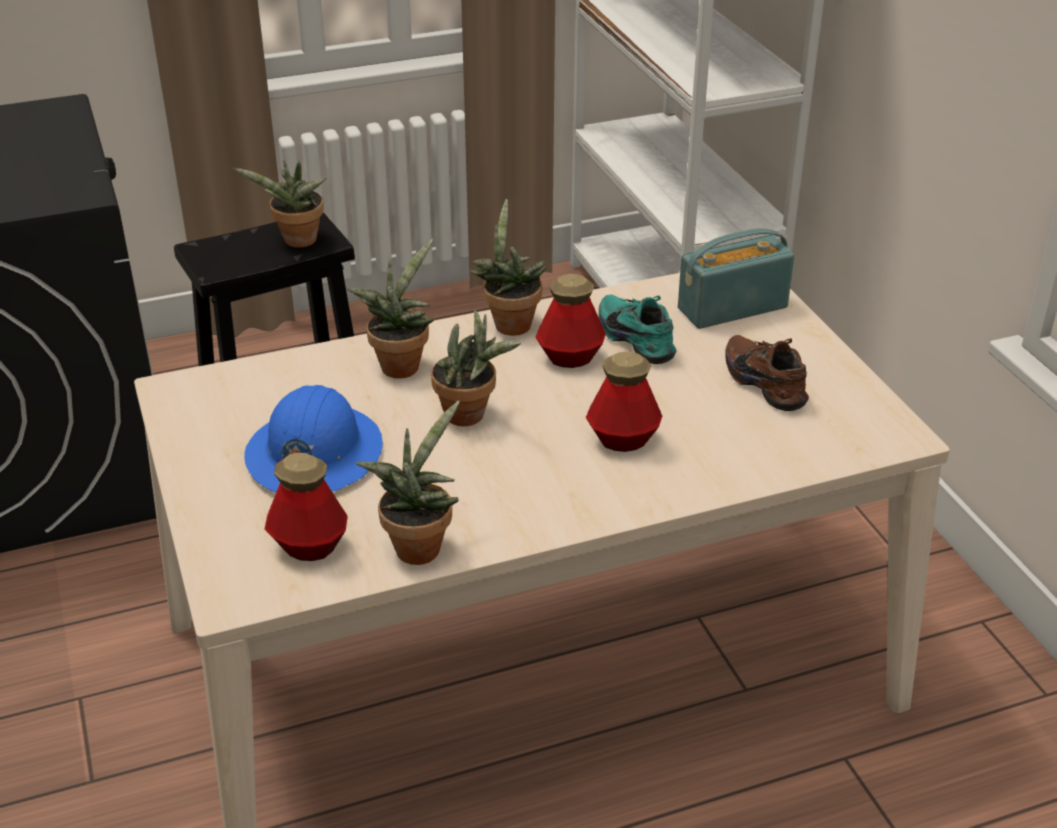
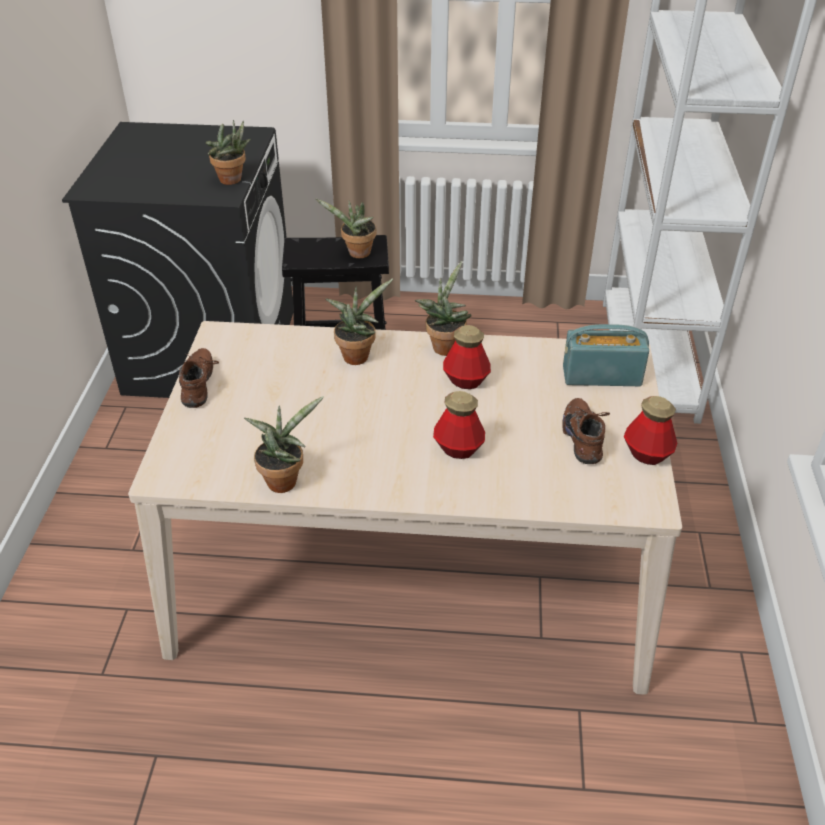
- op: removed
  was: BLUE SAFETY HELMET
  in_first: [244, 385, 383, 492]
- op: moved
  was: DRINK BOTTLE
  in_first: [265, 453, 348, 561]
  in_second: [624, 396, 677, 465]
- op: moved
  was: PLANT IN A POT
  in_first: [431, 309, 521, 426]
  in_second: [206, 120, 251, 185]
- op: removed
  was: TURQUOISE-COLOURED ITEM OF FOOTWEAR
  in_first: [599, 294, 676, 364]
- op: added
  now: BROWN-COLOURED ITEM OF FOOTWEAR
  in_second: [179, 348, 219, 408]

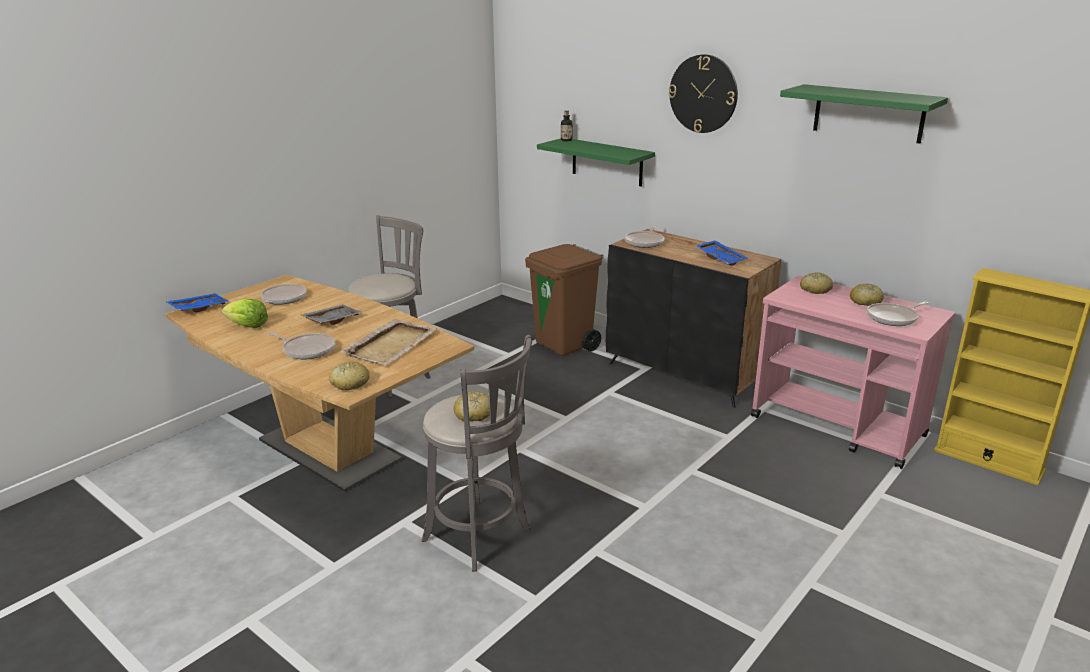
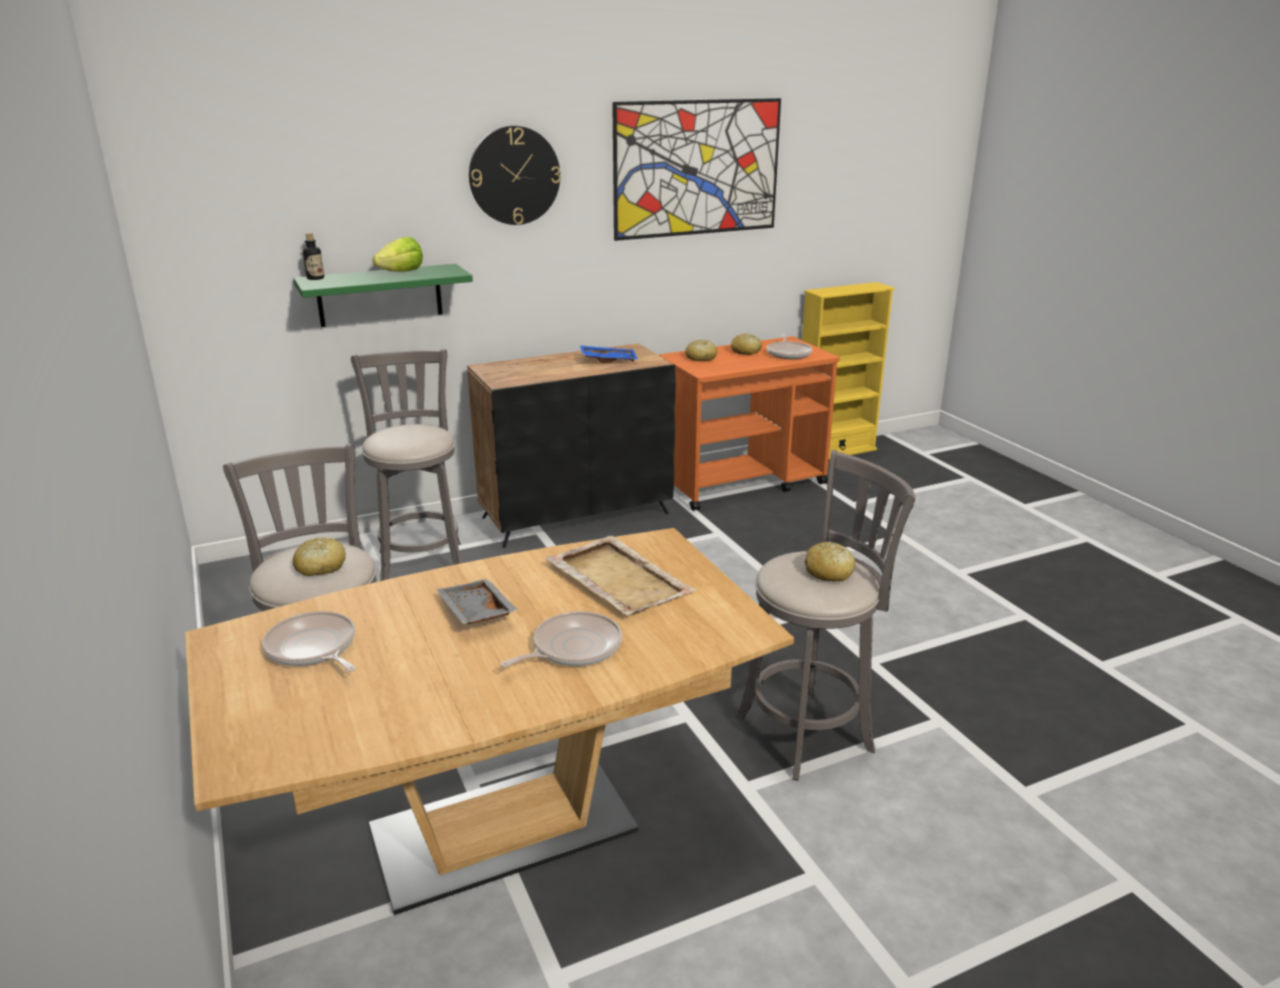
- op: removed
  was: BLUE SERVING TRAY
  in_first: [166, 293, 230, 312]
- op: moved
  was: LETTUCE HEAD
  in_first: [222, 298, 268, 328]
  in_second: [372, 237, 423, 272]
- op: moved
  was: BAKED BREAD
  in_first: [329, 361, 370, 390]
  in_second: [293, 537, 346, 576]
- op: replaced
  was: BROWN-COLOURED RUBBISH BIN
  now: GREY STOOL SEAT
  in_first: [525, 244, 604, 356]
  in_second: [351, 349, 462, 581]
- op: removed
  was: PAN
  in_first: [625, 225, 664, 248]
- op: recoloured
  was: PINK WHEELED CART
  now: ORANGEY WHEELED CART
  in_first: [751, 275, 955, 469]
  in_second: [659, 336, 840, 511]
- op: replaced
  was: GREEN-COLOURED BRACKET SHELF
  now: WALL PICTURE
  in_first: [780, 84, 948, 144]
  in_second: [612, 98, 781, 241]

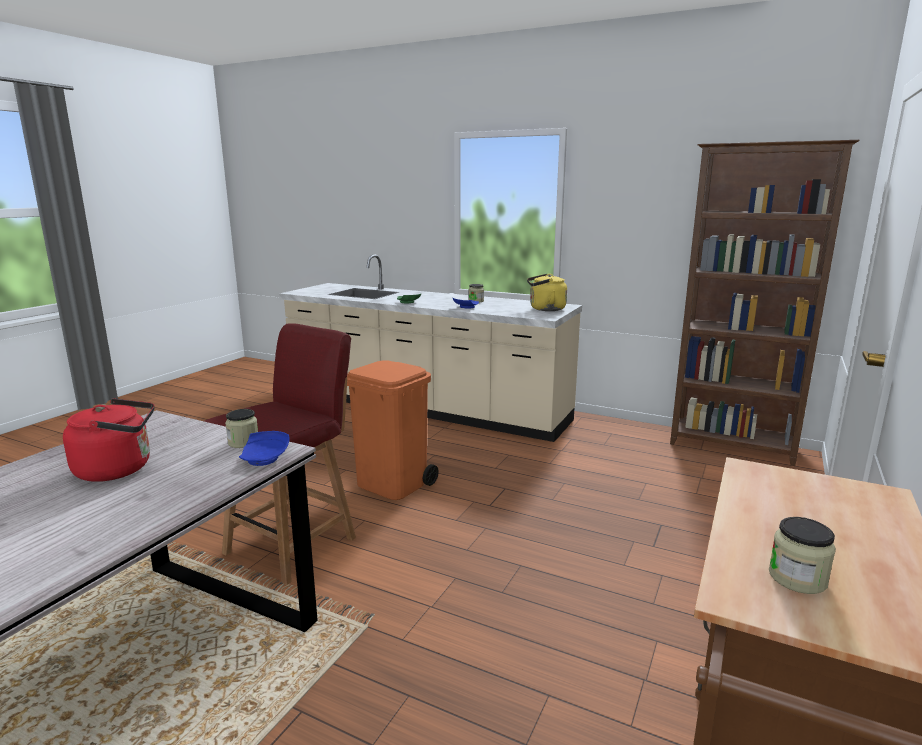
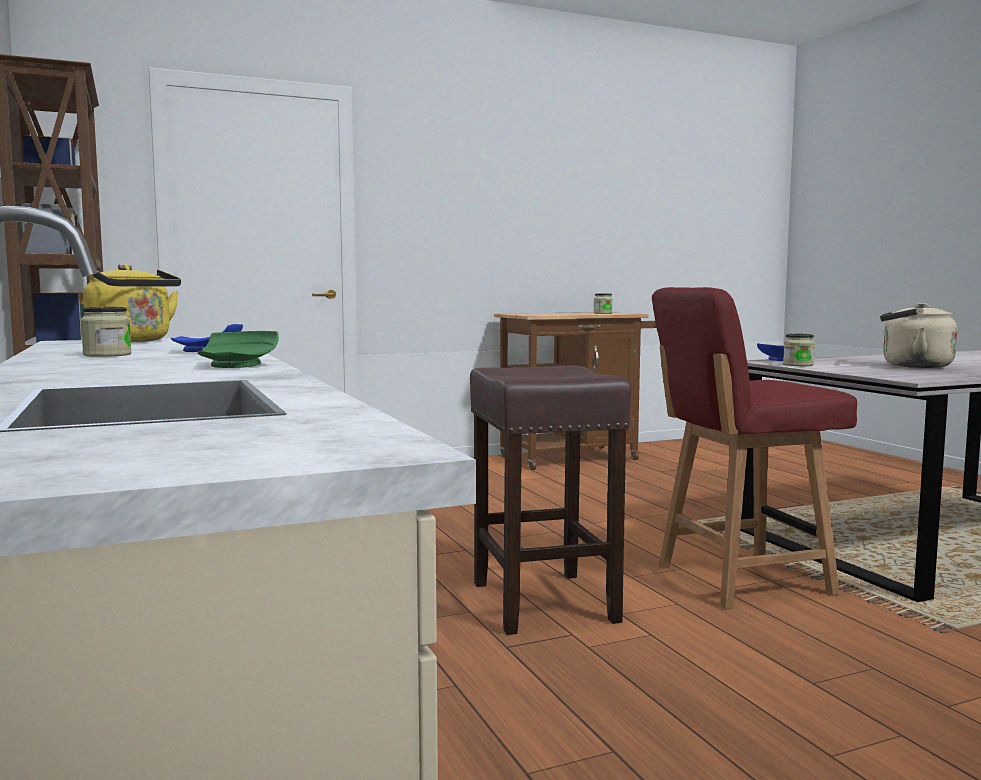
- op: recoloured
  was: RED TEA KETTLE
  now: SAND-COLOURED TEA KETTLE
  in_first: [63, 398, 155, 482]
  in_second: [880, 303, 957, 368]
- op: replaced
  was: ORANGEY RUBBISH BIN
  now: BROWN-COLOURED STOOL SEAT
  in_first: [347, 360, 439, 500]
  in_second: [470, 365, 631, 635]

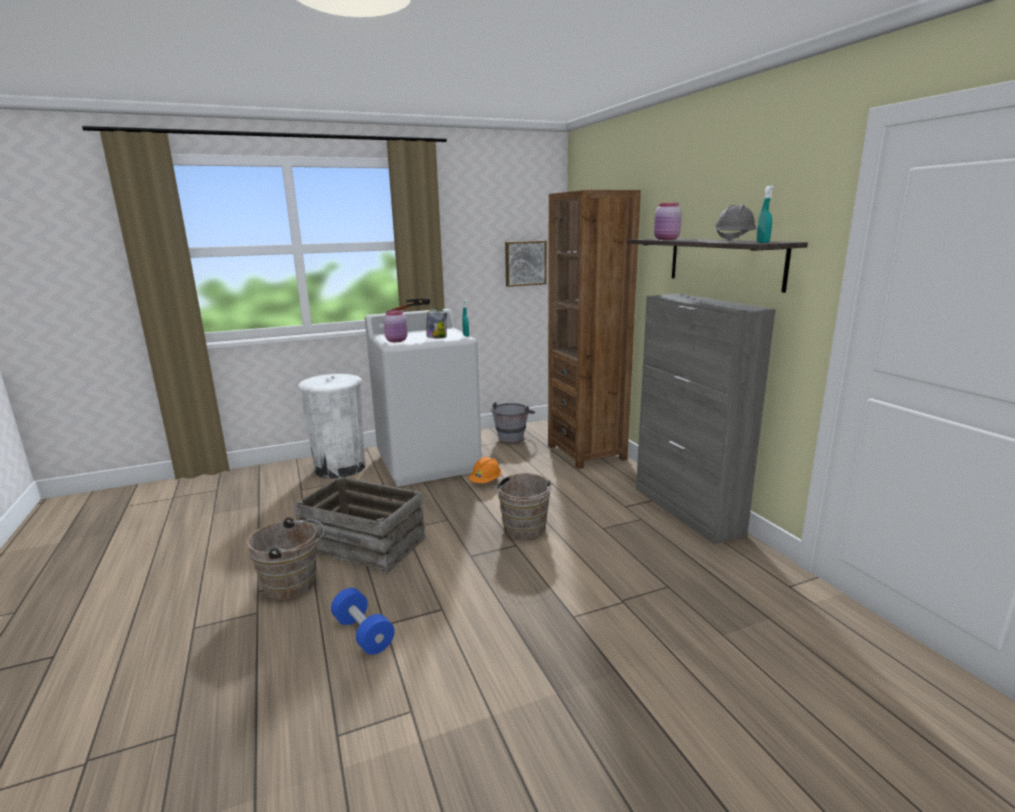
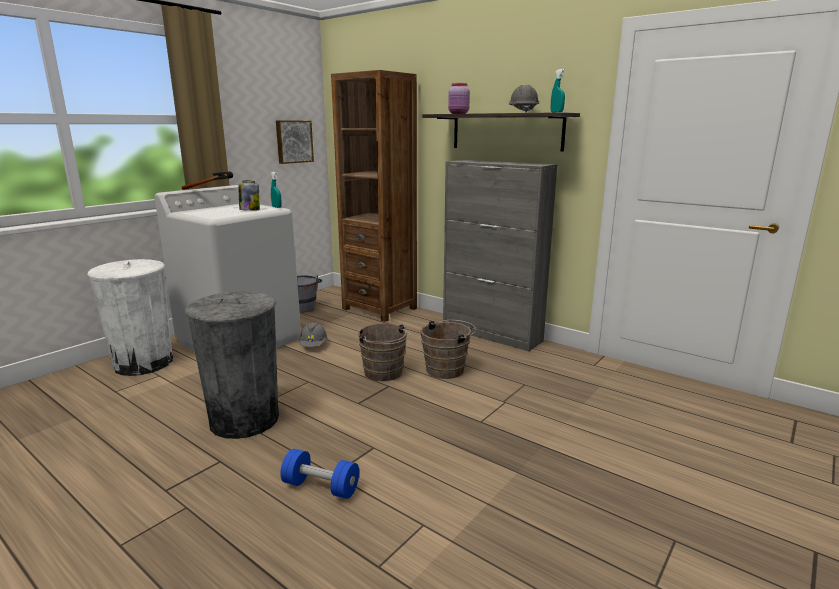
- op: moved
  was: BROWN-COLOURED BUCKET
  in_first: [246, 517, 324, 600]
  in_second: [420, 320, 476, 379]
- op: replaced
  was: CRATE
  now: GREY RUBBISH BIN
  in_first: [294, 476, 426, 575]
  in_second: [185, 291, 279, 439]
- op: removed
  was: PINK PRESERVE JAR
  in_first: [383, 310, 407, 342]
- op: recoloured
  was: ORANGEY SAFETY HELMET
  now: GREY SAFETY HELMET
  in_first: [469, 457, 501, 483]
  in_second: [299, 322, 327, 347]

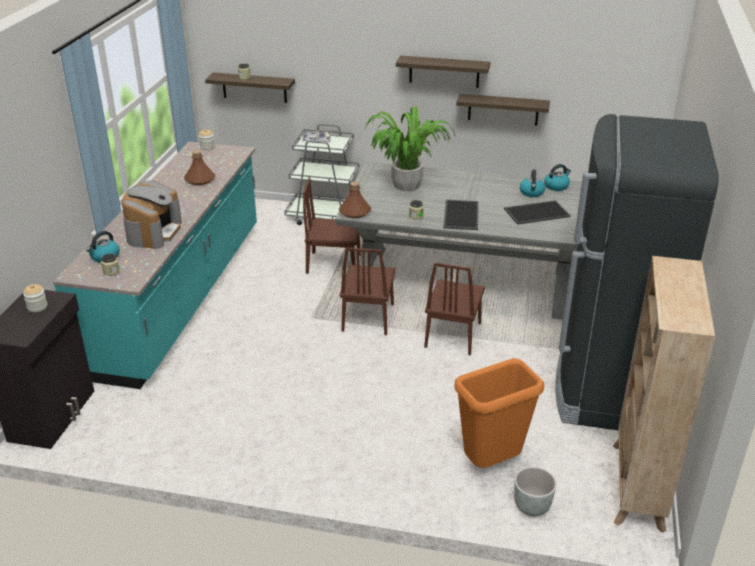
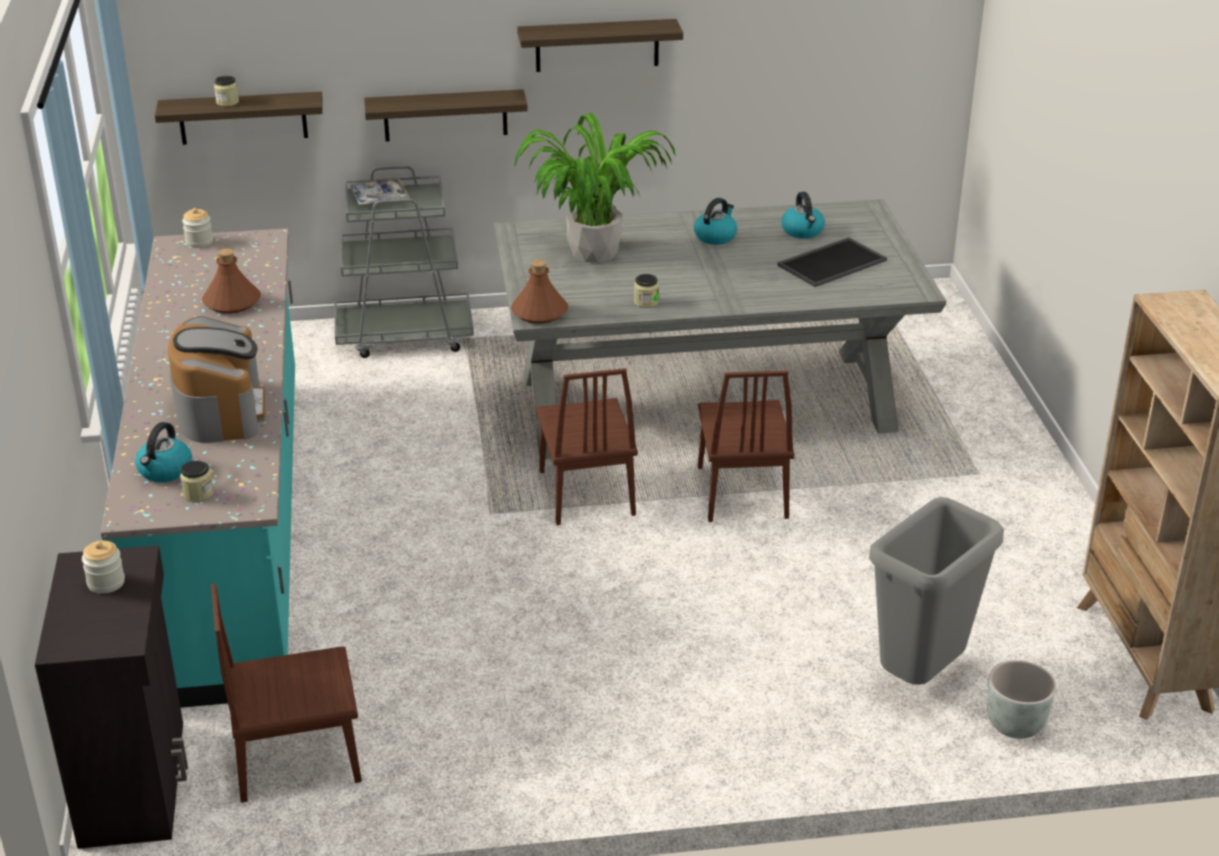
- op: moved
  was: BROWN-COLOURED CHAIR
  in_first: [303, 178, 361, 274]
  in_second: [211, 583, 362, 803]
- op: removed
  was: SERVING TRAY
  in_first: [443, 200, 479, 230]
- op: recoloured
  was: ORANGEY RUBBISH BIN
  now: GREY RUBBISH BIN
  in_first: [454, 358, 544, 468]
  in_second: [869, 497, 1004, 685]
- op: moved
  was: BRACKET SHELF
  in_first: [456, 94, 550, 125]
  in_second: [364, 89, 528, 142]
- op: moved
  was: TEA KETTLE
  in_first: [544, 164, 571, 191]
  in_second: [694, 198, 737, 245]
- op: removed
  was: BLACK-COLOURED REFRIGERATOR
  in_first: [555, 114, 719, 430]

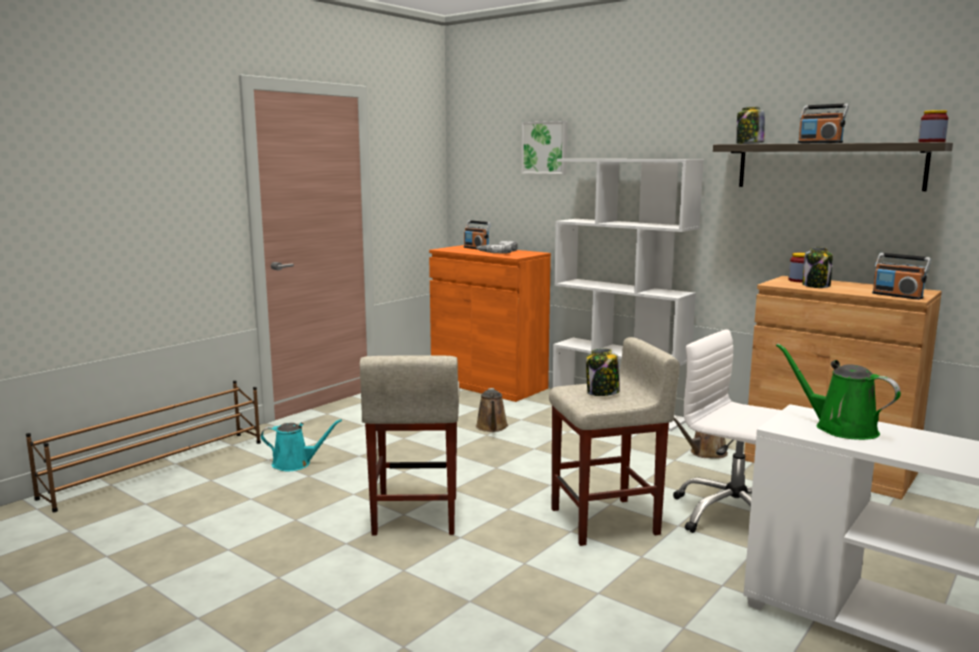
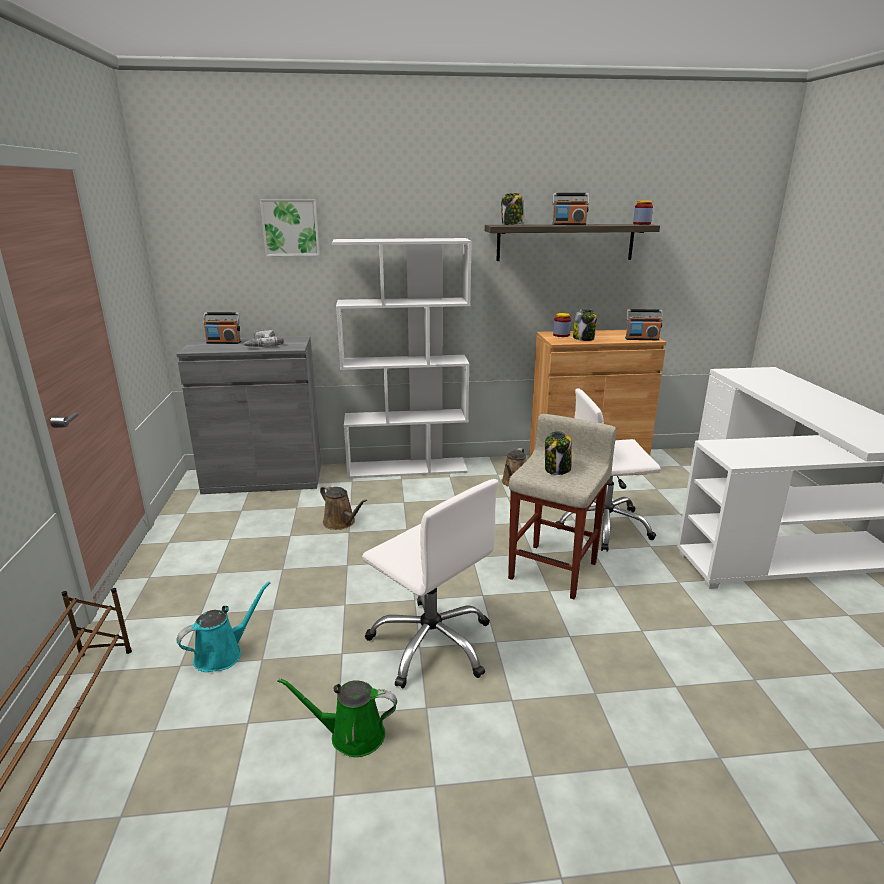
- op: replaced
  was: SAND-COLOURED STOOL SEAT
  now: WHITE-COLOURED COMPUTER CHAIR
  in_first: [360, 355, 459, 536]
  in_second: [362, 479, 498, 688]
- op: recoloured
  was: ORANGEY CUPBOARD
  now: GREY CUPBOARD
  in_first: [429, 245, 551, 402]
  in_second: [176, 336, 321, 494]
- op: moved
  was: GREEN-COLOURED WATERING POT
  in_first: [776, 343, 901, 440]
  in_second: [277, 678, 397, 757]

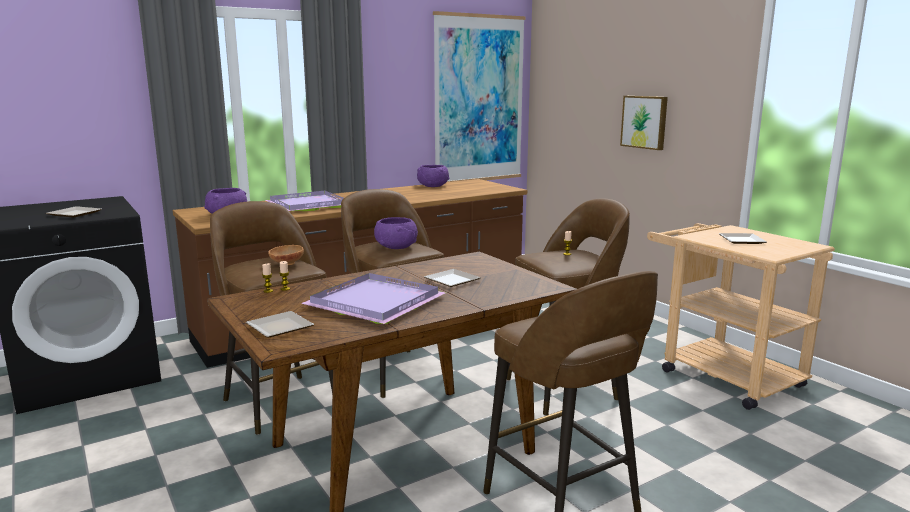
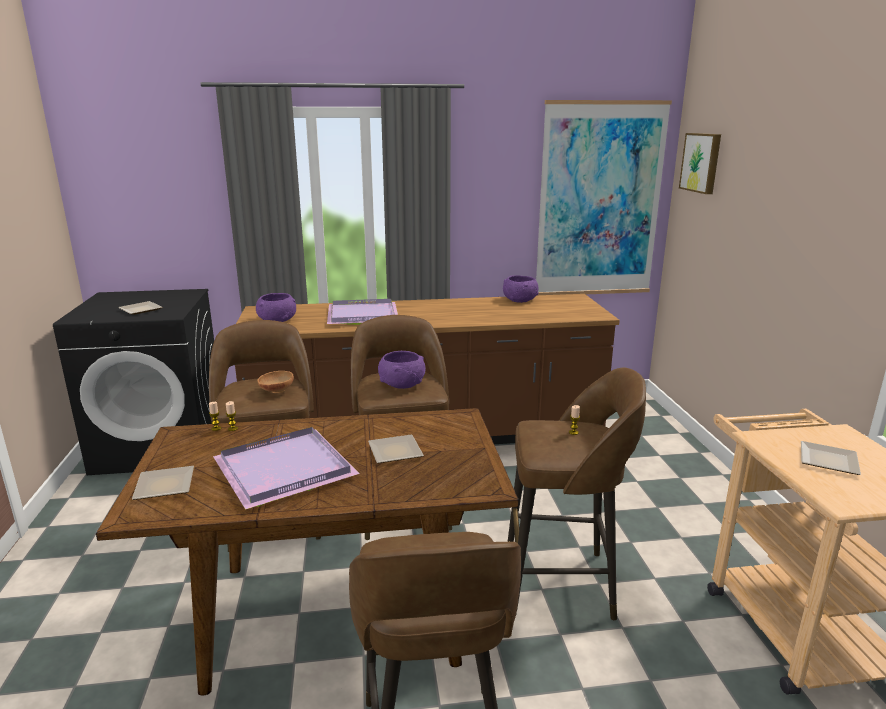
- op: moved
  was: WALL PICTURE
  in_first: [620, 96, 668, 150]
  in_second: [679, 133, 721, 194]

